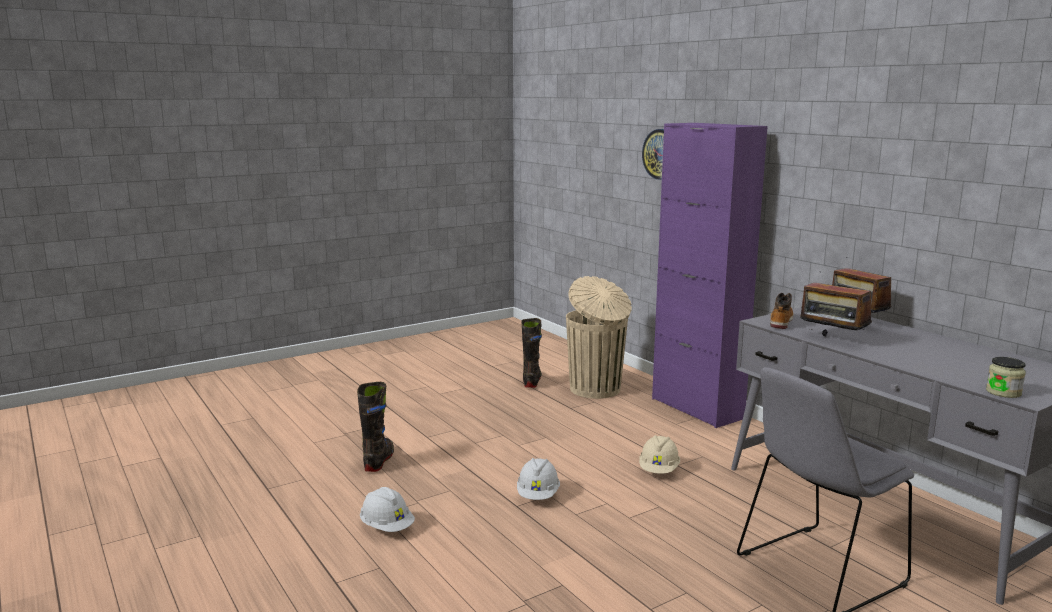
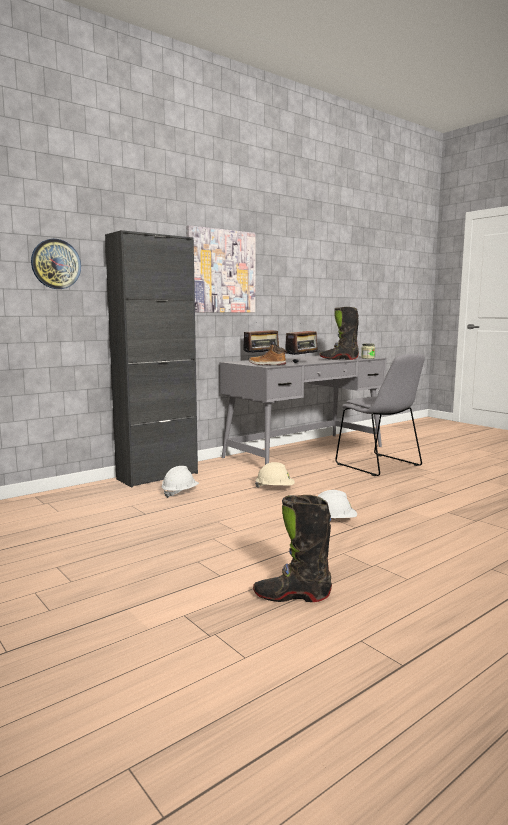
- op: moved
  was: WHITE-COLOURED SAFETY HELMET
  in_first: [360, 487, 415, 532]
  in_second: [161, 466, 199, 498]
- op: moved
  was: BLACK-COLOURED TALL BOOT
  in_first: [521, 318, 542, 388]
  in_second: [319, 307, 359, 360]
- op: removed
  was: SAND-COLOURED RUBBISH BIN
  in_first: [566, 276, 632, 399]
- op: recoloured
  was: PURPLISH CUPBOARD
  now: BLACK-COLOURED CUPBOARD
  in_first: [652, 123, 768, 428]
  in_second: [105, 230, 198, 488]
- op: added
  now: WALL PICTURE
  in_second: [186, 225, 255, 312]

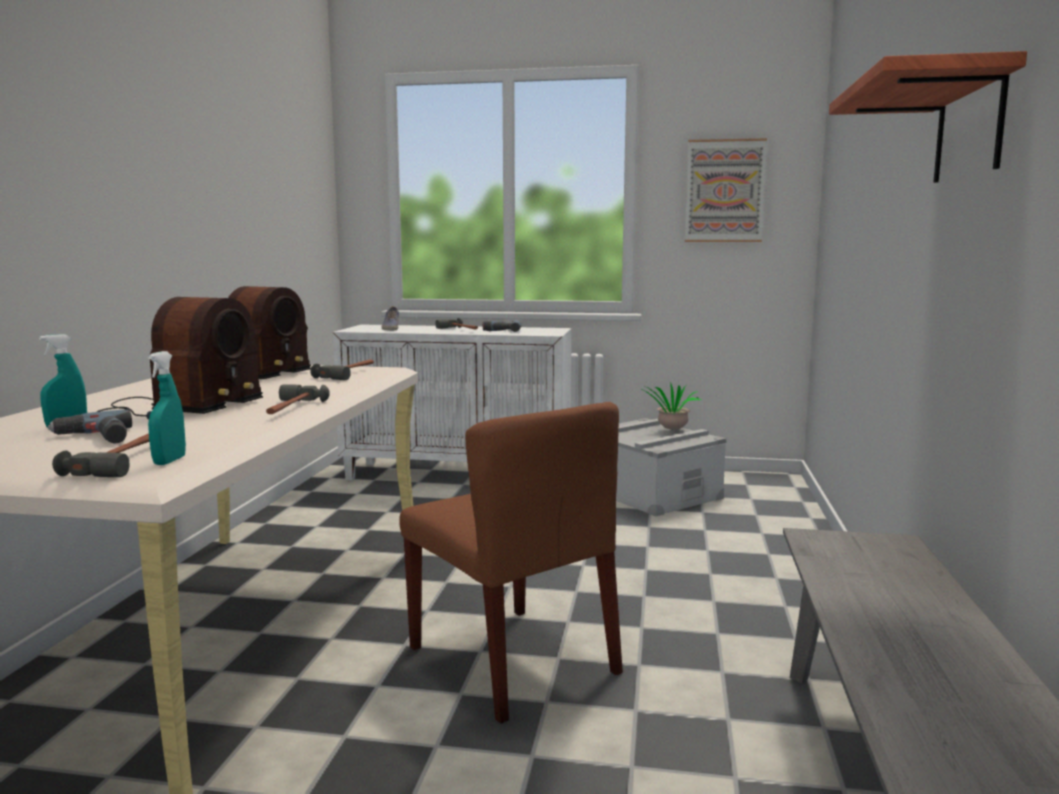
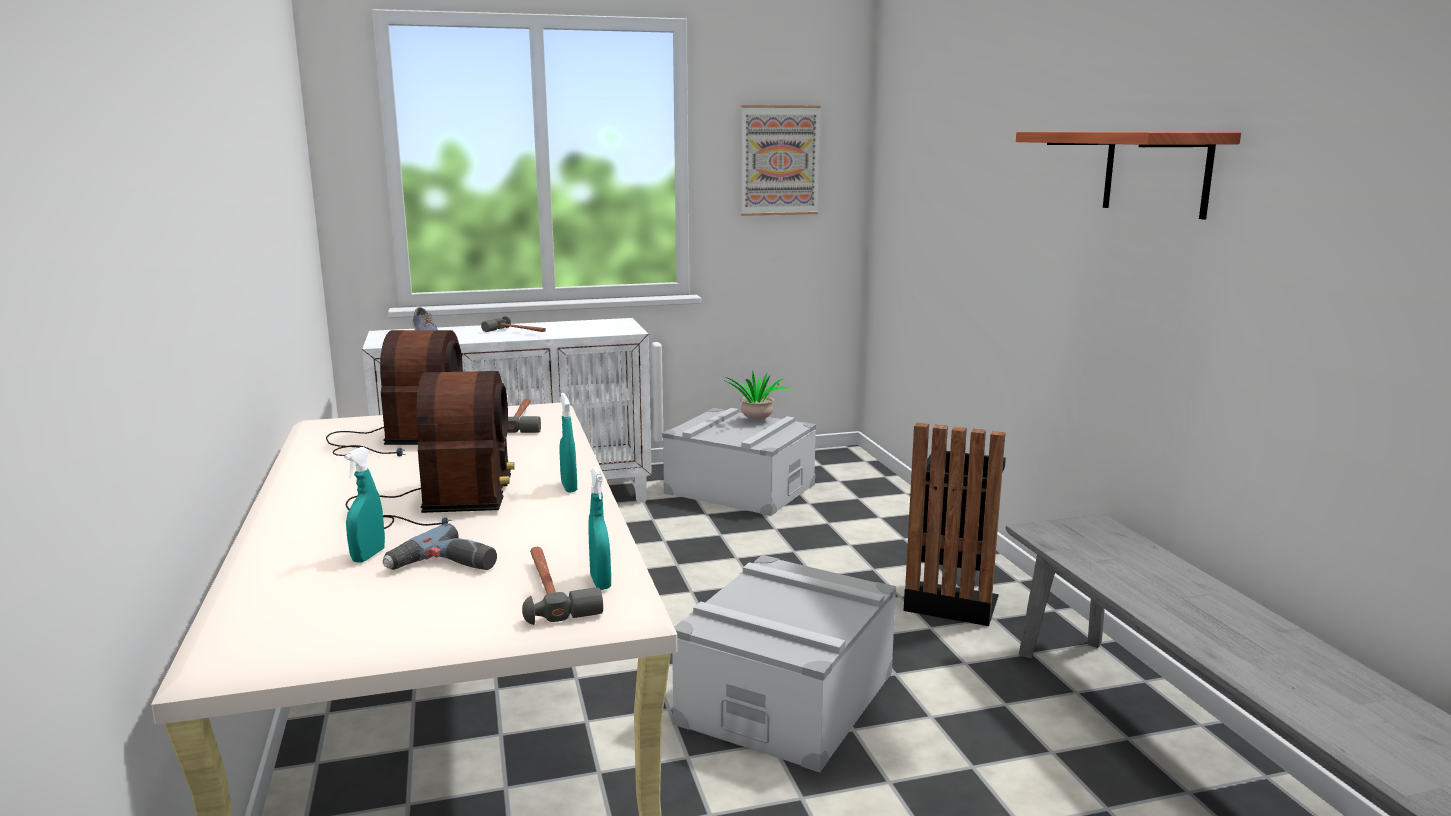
- op: replaced
  was: TOOL HAMMER
  now: TURQUOISE-COLOURED HAND SPRAYER
  in_first: [266, 384, 330, 414]
  in_second: [560, 393, 577, 493]
- op: replaced
  was: BROWN-COLOURED CHAIR
  now: GREY STORAGE BIN
  in_first: [399, 402, 623, 724]
  in_second: [672, 555, 896, 772]
- op: removed
  was: ELECTRIC DRILL
  in_first: [483, 320, 522, 332]
- op: added
  now: BLACK-COLOURED RUBBISH BIN
  in_second: [904, 423, 1006, 626]

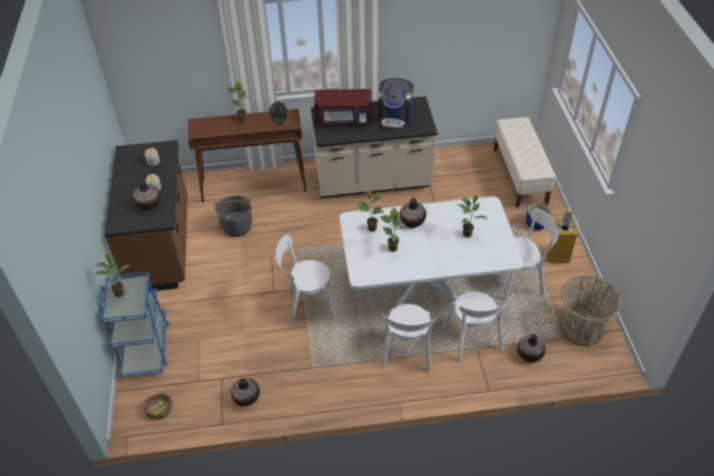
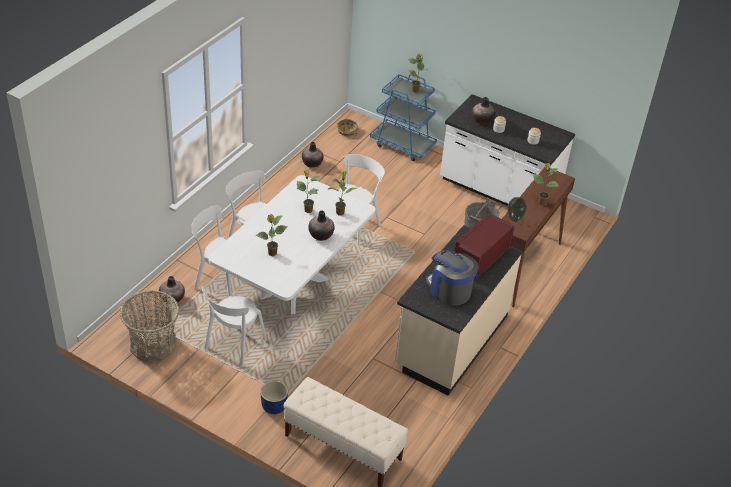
- op: recoloured
  was: BROWN-COLOURED KITCHEN BASE UNIT
  now: WHITE-COLOURED KITCHEN BASE UNIT
  in_first: [104, 140, 188, 292]
  in_second: [440, 94, 575, 206]
- op: removed
  was: RUBBISH BIN
  in_first: [546, 208, 579, 263]

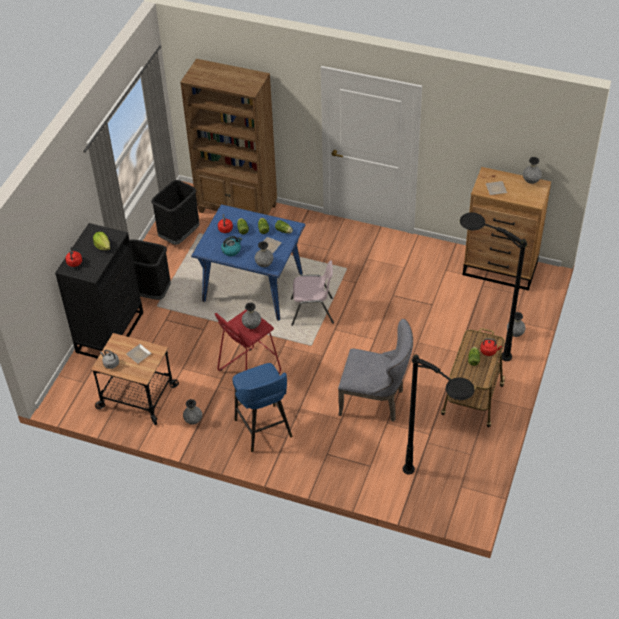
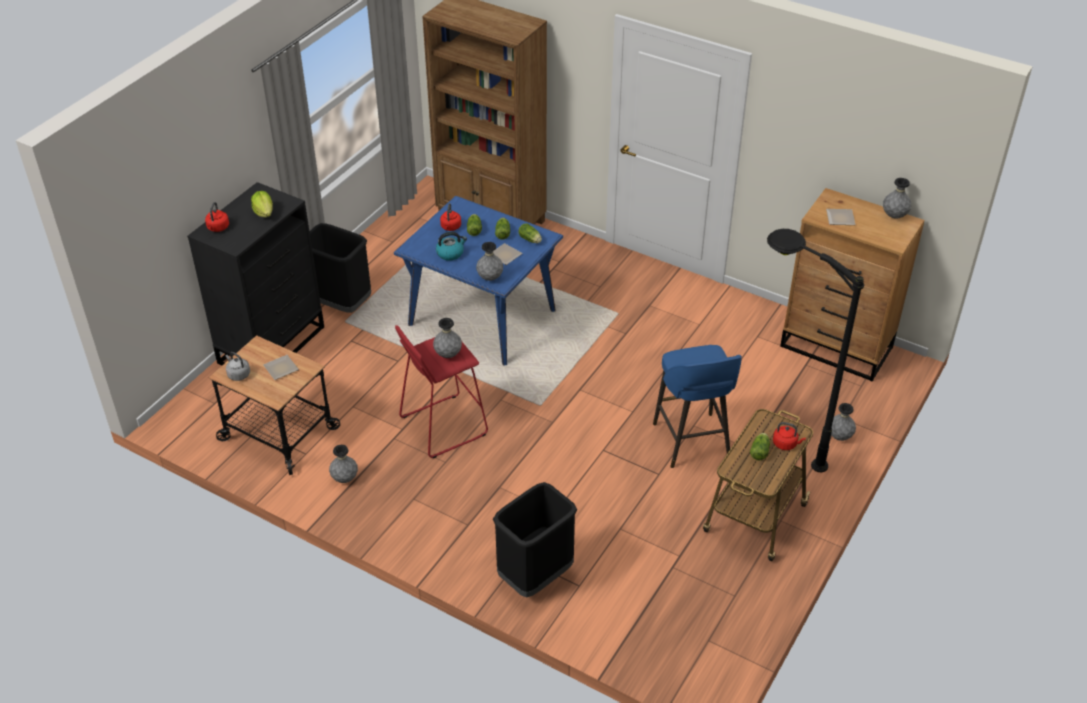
- op: moved
  was: BLACK-COLOURED RUBBISH BIN
  in_first: [151, 180, 199, 245]
  in_second: [493, 482, 577, 598]
- op: moved
  was: BLUE STOOL SEAT
  in_first: [233, 363, 293, 452]
  in_second: [653, 345, 742, 468]
- op: removed
  was: PINK CHAIR
  in_first: [291, 260, 334, 326]
- op: removed
  was: GREY CHAIR
  in_first: [338, 319, 413, 421]
- op: removed
  was: BLACK-COLOURED FLOOR LAMP
  in_first: [403, 355, 475, 475]

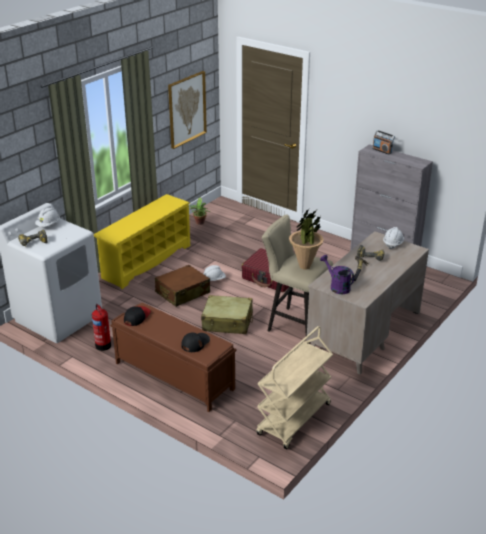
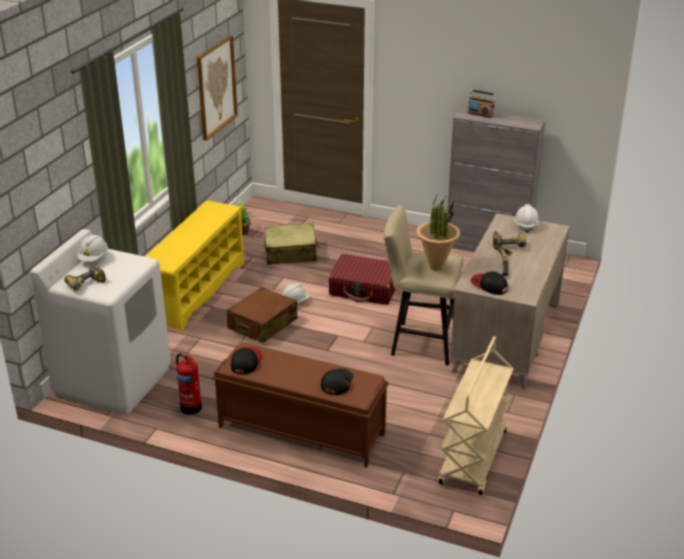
- op: moved
  was: SAND-COLOURED TRAVEL CASE
  in_first: [201, 295, 253, 334]
  in_second: [264, 223, 320, 264]
- op: replaced
  was: PURPLISH WATERING POT
  now: CAP
  in_first: [320, 255, 354, 294]
  in_second: [470, 271, 508, 295]

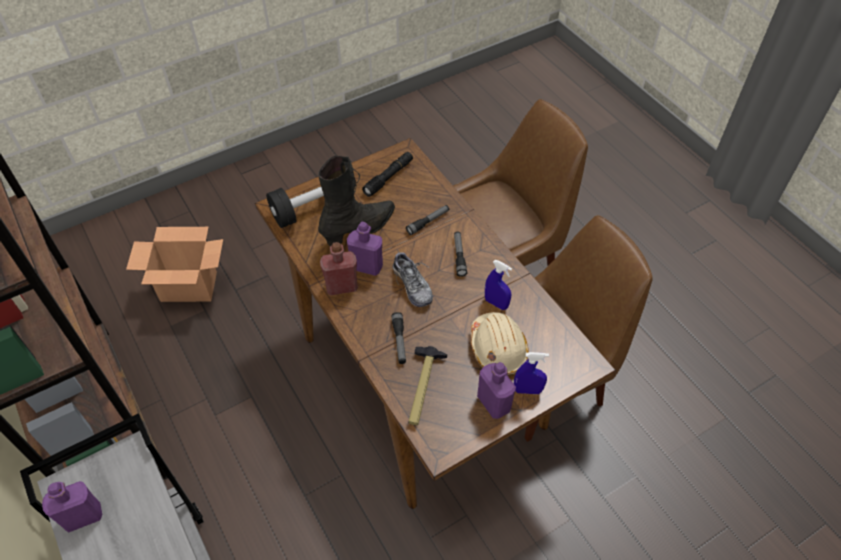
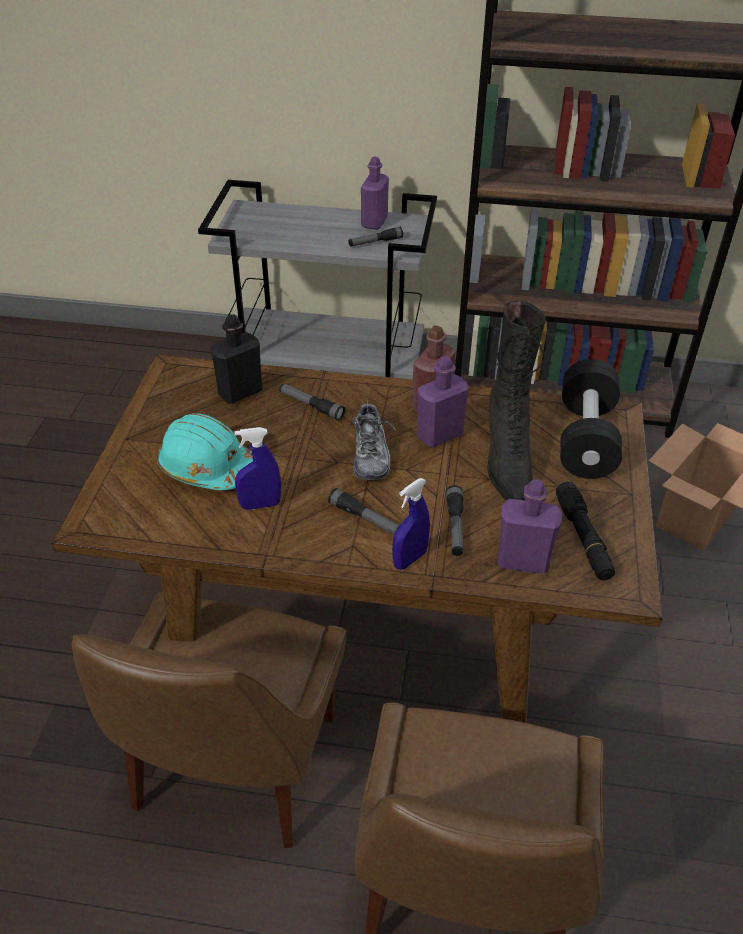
- op: turned
  was: ITEM OF FOOTWEAR
  in_first: [393, 251, 433, 307]
  in_second: [345, 404, 396, 480]
  clockwise: -105
- op: replaced
  was: TOOL HAMMER
  now: BLACK-COLOURED DRINK BOTTLE
  in_first: [408, 346, 447, 425]
  in_second: [211, 314, 262, 404]
- op: recoloured
  was: SAND-COLOURED SAFETY HELMET
  now: TURQUOISE-COLOURED SAFETY HELMET
  in_first: [471, 312, 529, 375]
  in_second: [157, 413, 253, 490]
- op: moved
  was: PURPLISH DRINK BOTTLE
  in_first: [477, 362, 516, 419]
  in_second: [497, 479, 562, 574]
- op: moved
  was: BLUE HAND SPRAYER
  in_first: [514, 352, 549, 394]
  in_second: [392, 478, 430, 570]
- op: added
  now: FLASHLIGHT
  in_second: [348, 227, 403, 246]

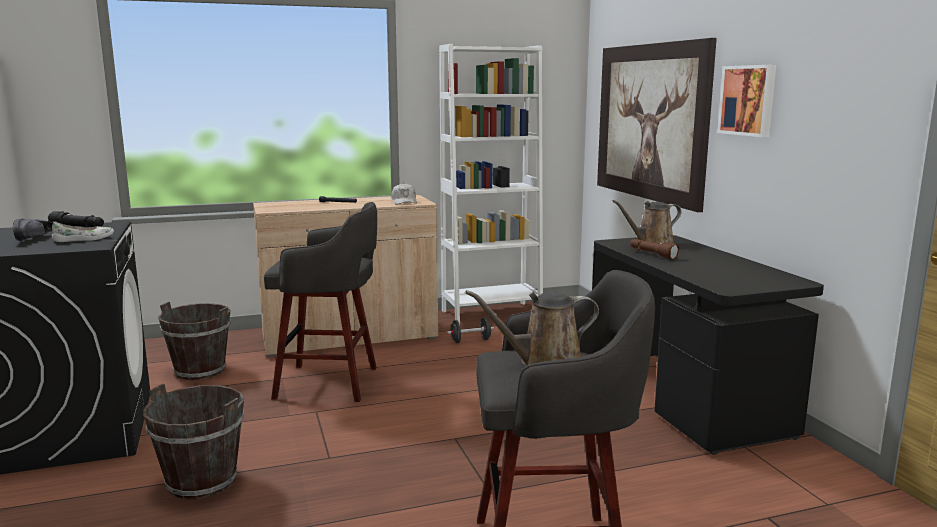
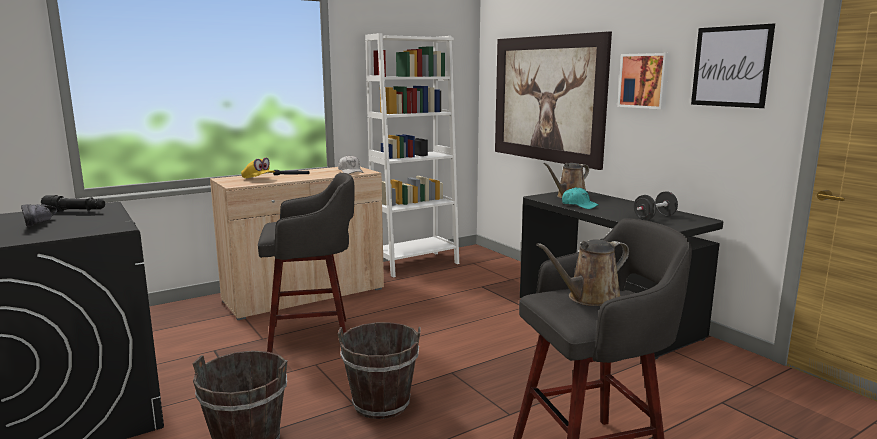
- op: removed
  was: WHITE-COLOURED ITEM OF FOOTWEAR
  in_first: [52, 222, 114, 242]
- op: moved
  was: BROWN-COLOURED BUCKET
  in_first: [158, 302, 231, 380]
  in_second: [338, 322, 421, 419]
- op: moved
  was: BLACK-COLOURED FREE WEIGHT
  in_first: [447, 317, 494, 343]
  in_second: [634, 191, 678, 220]
- op: replaced
  was: BROWN-COLOURED FLASHLIGHT
  now: TURQUOISE-COLOURED CAP
  in_first: [630, 239, 680, 260]
  in_second: [562, 187, 599, 209]
- op: added
  now: YELLOW-COLOURED CAP
  in_second: [241, 158, 275, 178]
- op: added
  now: WALL PICTURE
  in_second: [691, 24, 775, 108]

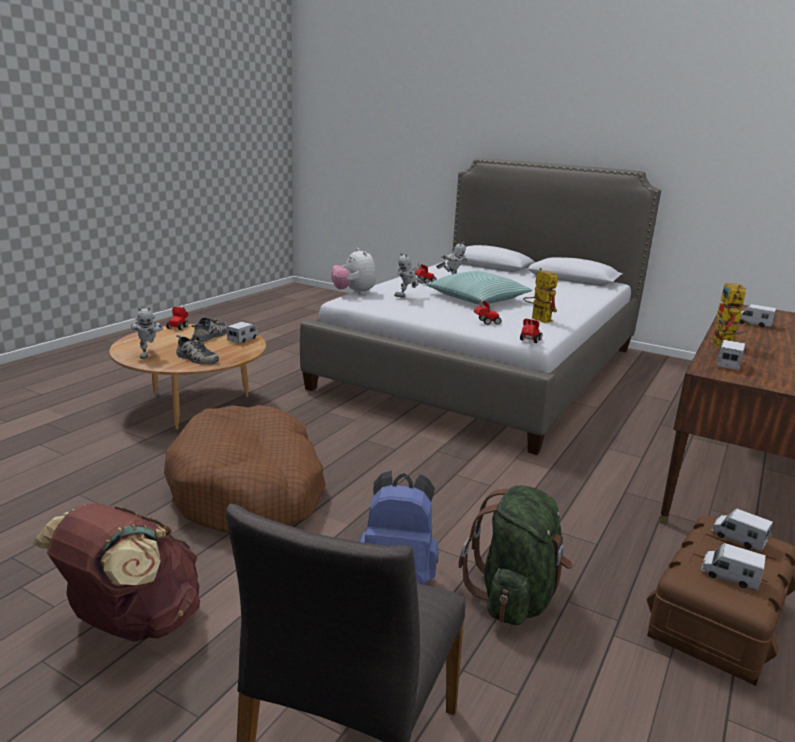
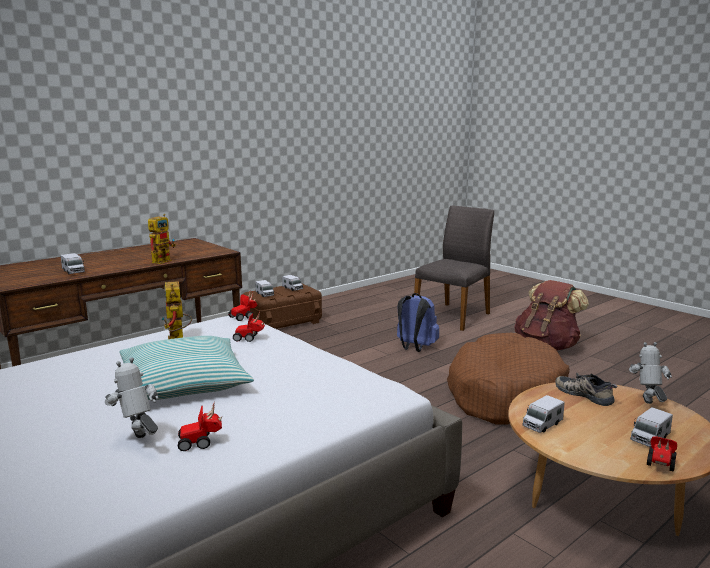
- op: removed
  was: ITEM OF FOOTWEAR
  in_first: [192, 317, 228, 342]
- op: removed
  was: CUDDLY TOY
  in_first: [331, 248, 376, 295]
- op: removed
  was: ROBOT FIGURE
  in_first: [394, 253, 425, 297]
- op: removed
  was: GREEN-COLOURED KNAPSACK
  in_first: [459, 485, 573, 625]
- op: moved
  was: MODEL TRUCK
  in_first: [716, 340, 747, 370]
  in_second: [630, 407, 673, 447]

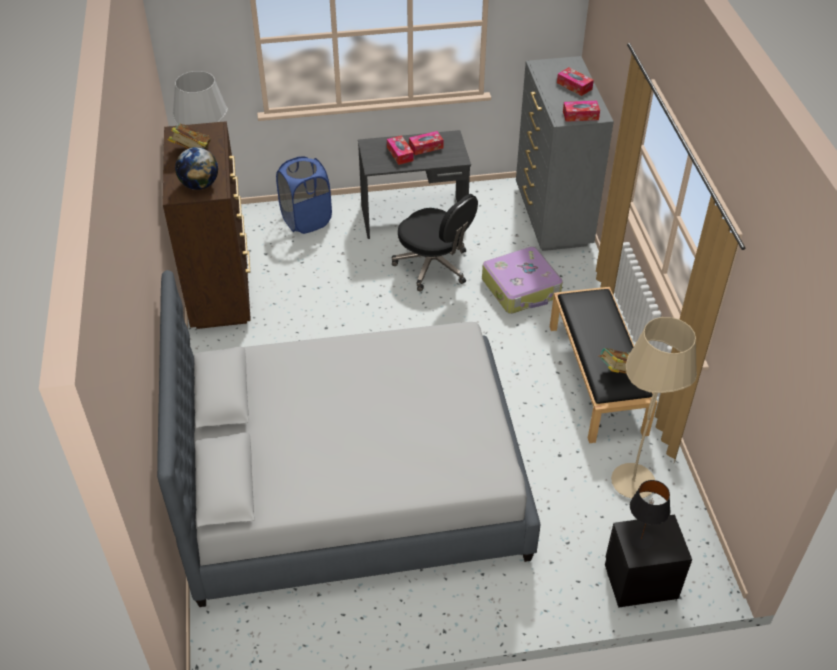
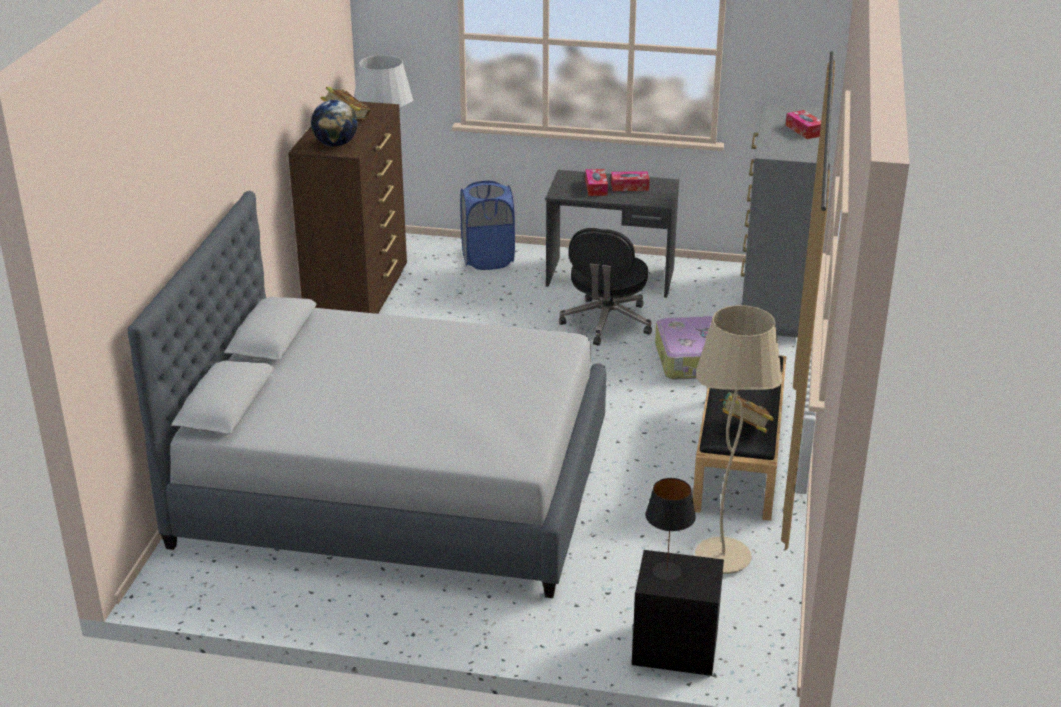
- op: turned
  was: BLACK-COLOURED COMPUTER CHAIR
  in_first: [392, 194, 478, 292]
  in_second: [559, 228, 652, 346]
  clockwise: 45
- op: removed
  was: TISSUE HOLDER
  in_first: [563, 101, 600, 122]

